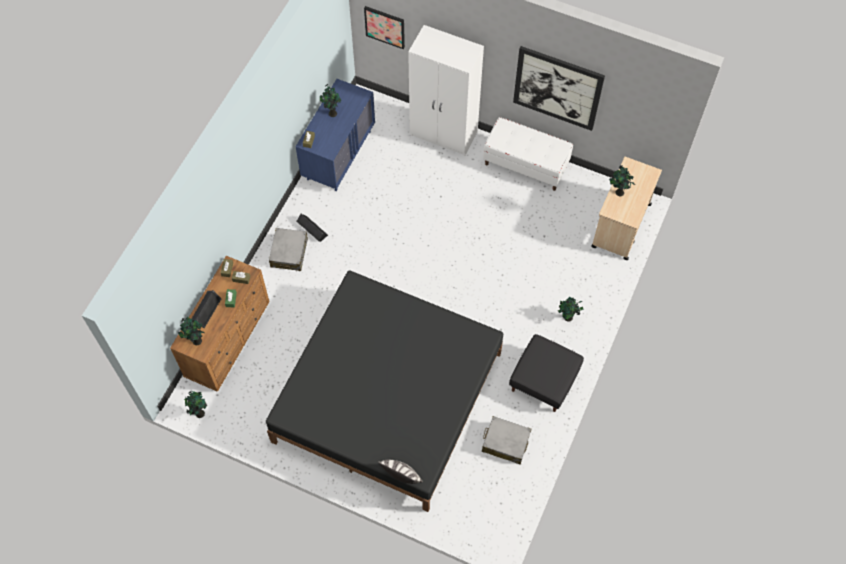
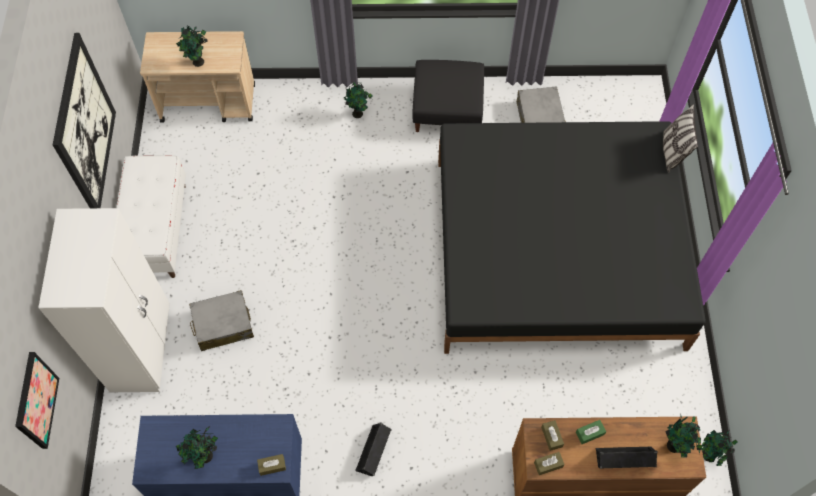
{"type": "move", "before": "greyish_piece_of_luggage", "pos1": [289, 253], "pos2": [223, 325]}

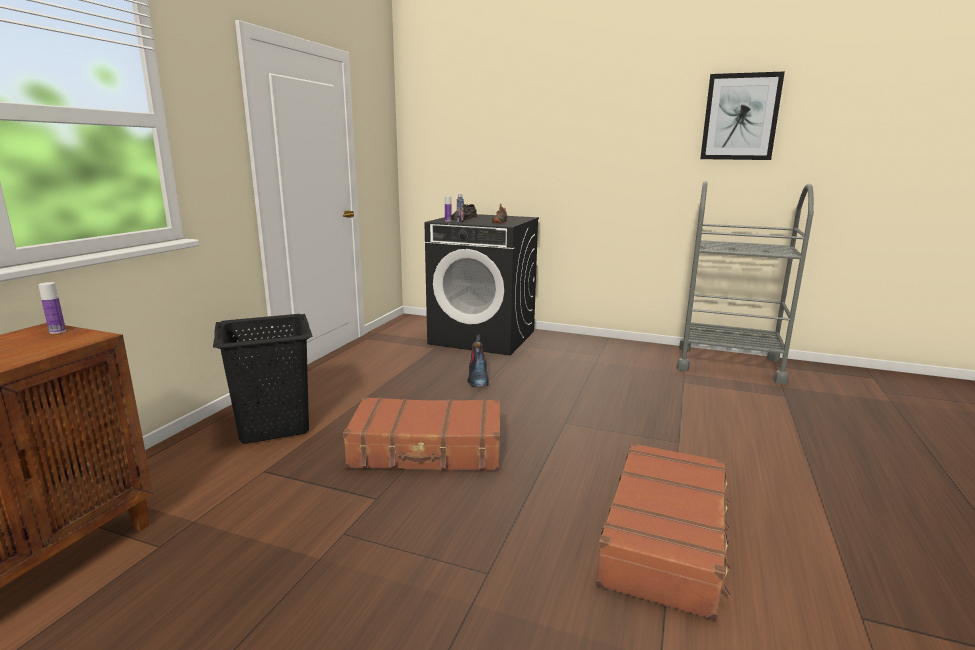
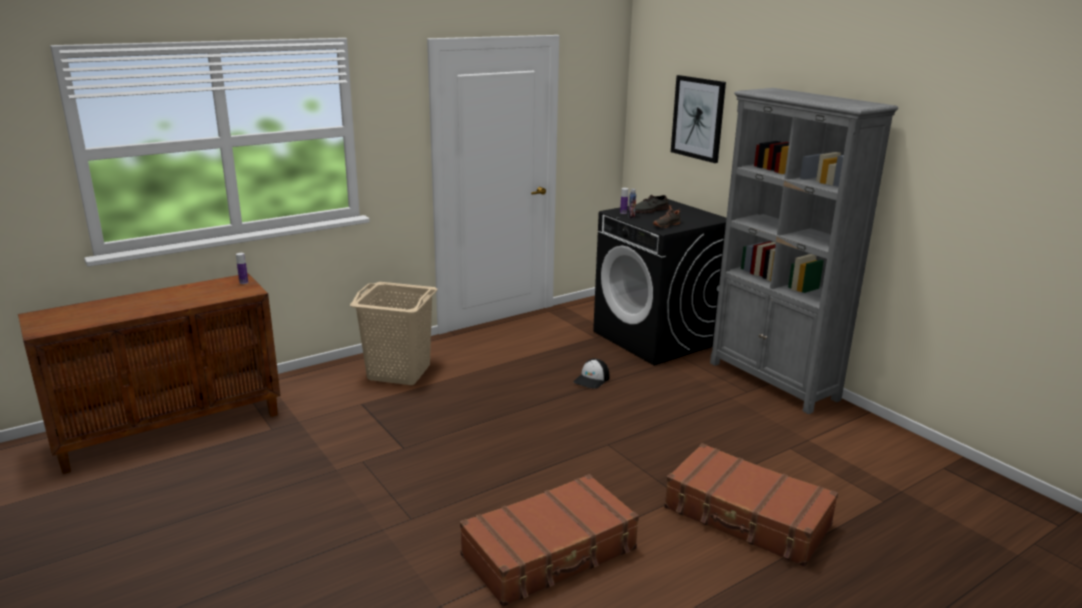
{"type": "delete", "before": "greyish_wheeled_cart", "pos1": [728, 364]}
{"type": "insert", "after": "greyish_bookshelf", "pos2": [773, 381]}
{"type": "move", "before": "brown-coloured_piece_of_luggage", "pos1": [427, 450], "pos2": [746, 517]}
{"type": "move", "before": "wall_art", "pos1": [740, 117], "pos2": [698, 118]}
{"type": "replace", "before": "high-top_boot", "after": "peaked_cap", "pos1": [477, 378], "pos2": [592, 379]}
{"type": "recolor", "before": "black-coloured_washing_basket", "after": "beige-coloured_washing_basket", "pos1": [273, 426], "pos2": [398, 372]}

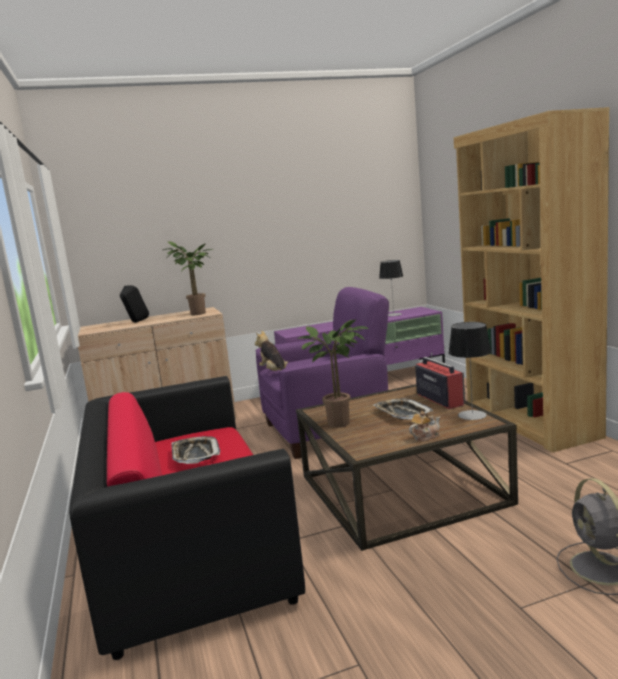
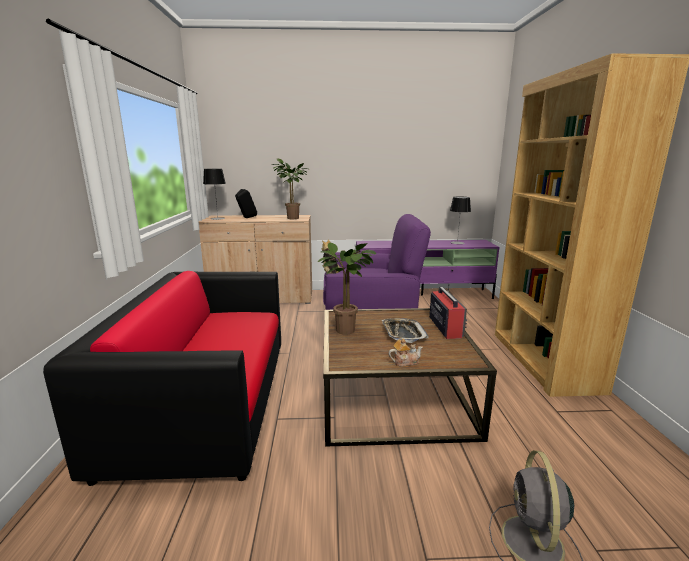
{"type": "delete", "before": "tray", "pos1": [195, 454]}
{"type": "move", "before": "table_lamp", "pos1": [472, 415], "pos2": [217, 218]}

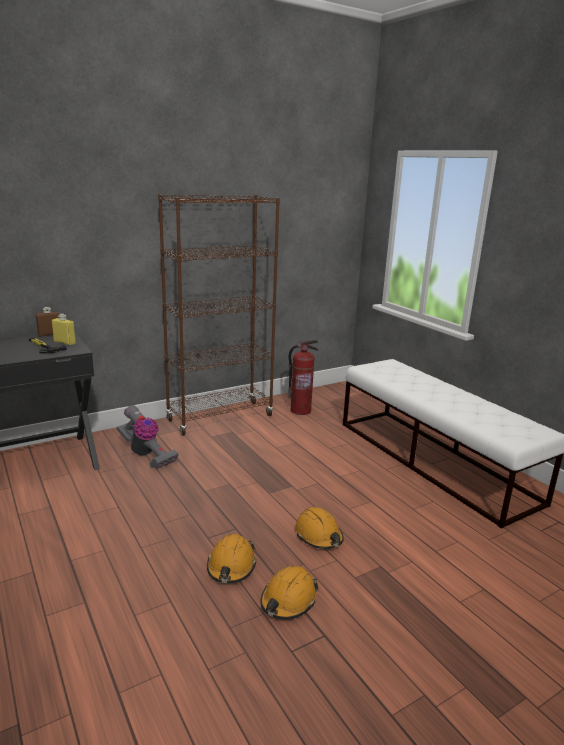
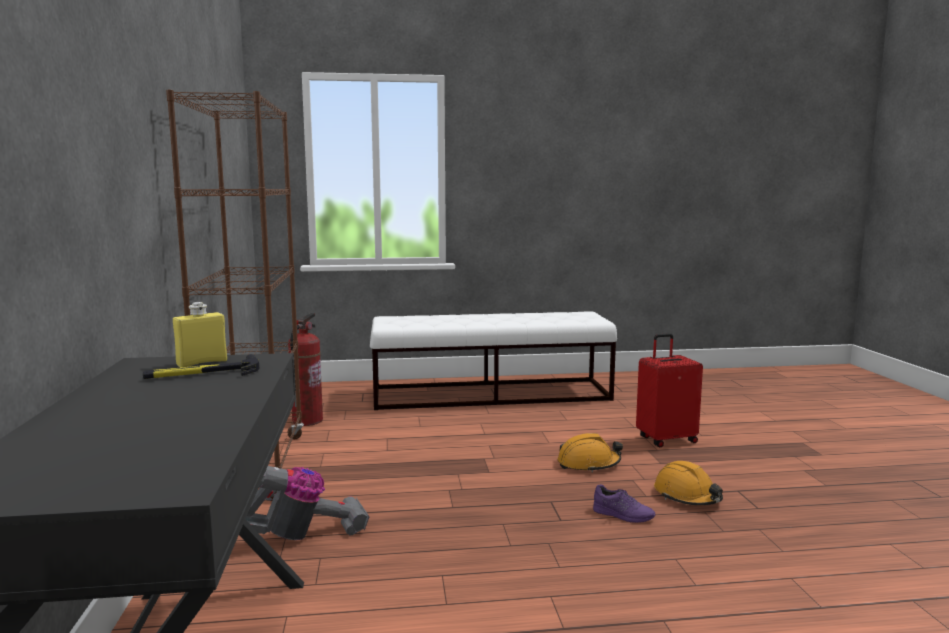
{"type": "delete", "before": "brown-coloured_drink_bottle", "pos1": [49, 334]}
{"type": "insert", "after": "red_piece_of_luggage", "pos2": [666, 439]}
{"type": "replace", "before": "orange_safety_helmet", "after": "purplish_low_shoe", "pos1": [231, 566], "pos2": [623, 515]}

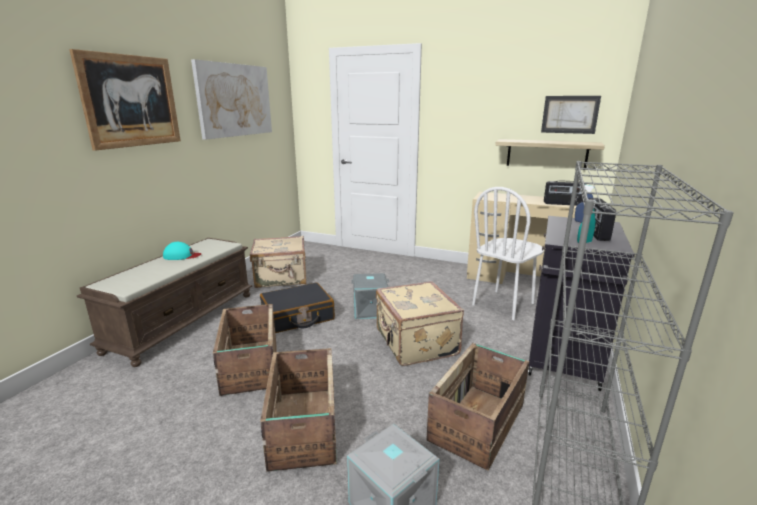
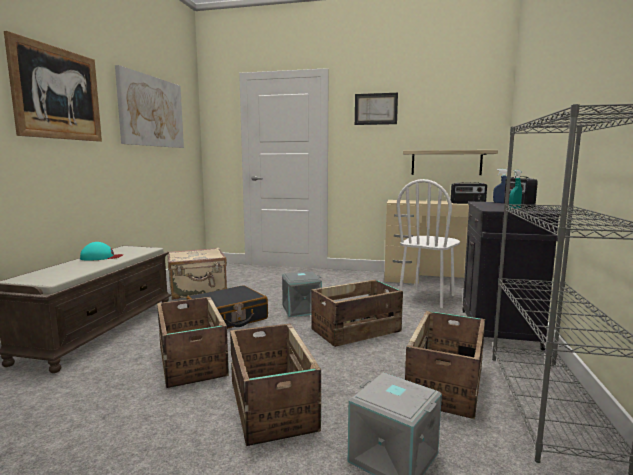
{"type": "move", "before": "wall_art", "pos1": [570, 114], "pos2": [376, 109]}
{"type": "replace", "before": "beige-coloured_piece_of_luggage", "after": "crate", "pos1": [415, 343], "pos2": [357, 330]}

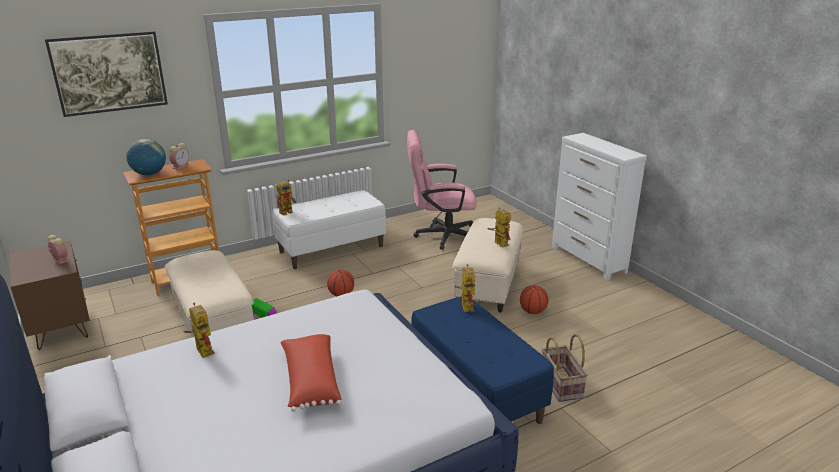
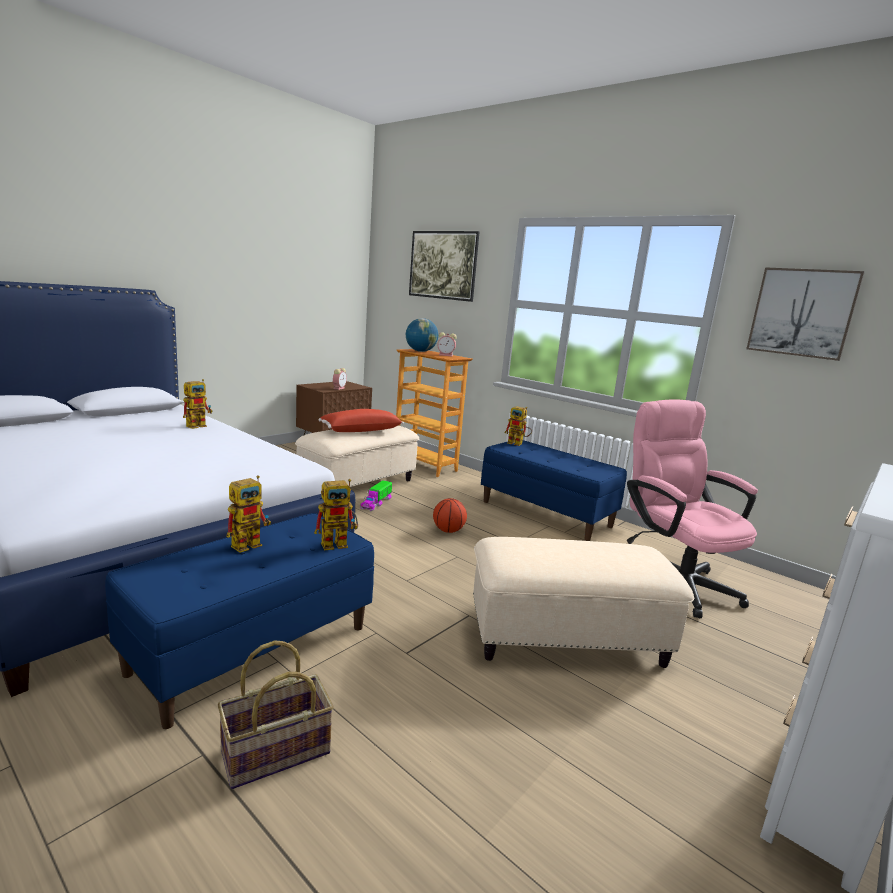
{"type": "delete", "before": "basketball_ball", "pos1": [532, 311]}
{"type": "insert", "after": "wall_art", "pos2": [802, 313]}
{"type": "move", "before": "red_throw_pillow", "pos1": [310, 381], "pos2": [360, 430]}
{"type": "move", "before": "model_robot", "pos1": [498, 243], "pos2": [250, 543]}
{"type": "recolor", "before": "whitish_bench", "after": "blue_bench", "pos1": [332, 249], "pos2": [546, 514]}

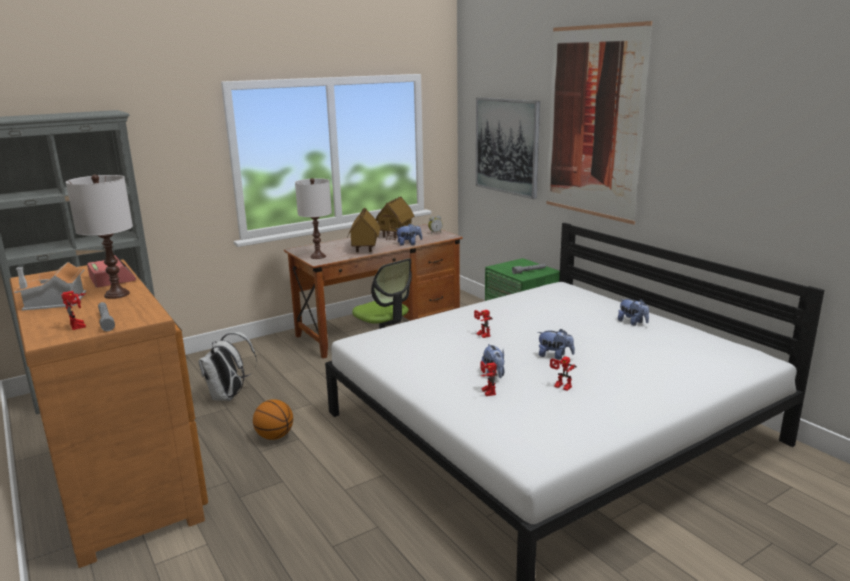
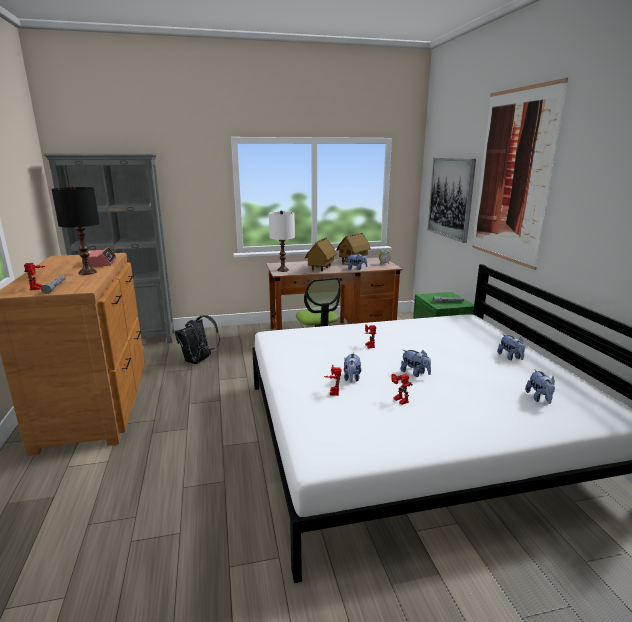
{"type": "delete", "before": "toy_house", "pos1": [56, 301]}
{"type": "delete", "before": "basketball_ball", "pos1": [275, 436]}
{"type": "insert", "after": "soft_toy", "pos2": [539, 398]}
{"type": "recolor", "before": "whitish_table_lamp", "after": "black-coloured_table_lamp", "pos1": [116, 294], "pos2": [87, 272]}
{"type": "recolor", "before": "whitish_knapsack", "after": "black-coloured_knapsack", "pos1": [229, 396], "pos2": [198, 361]}

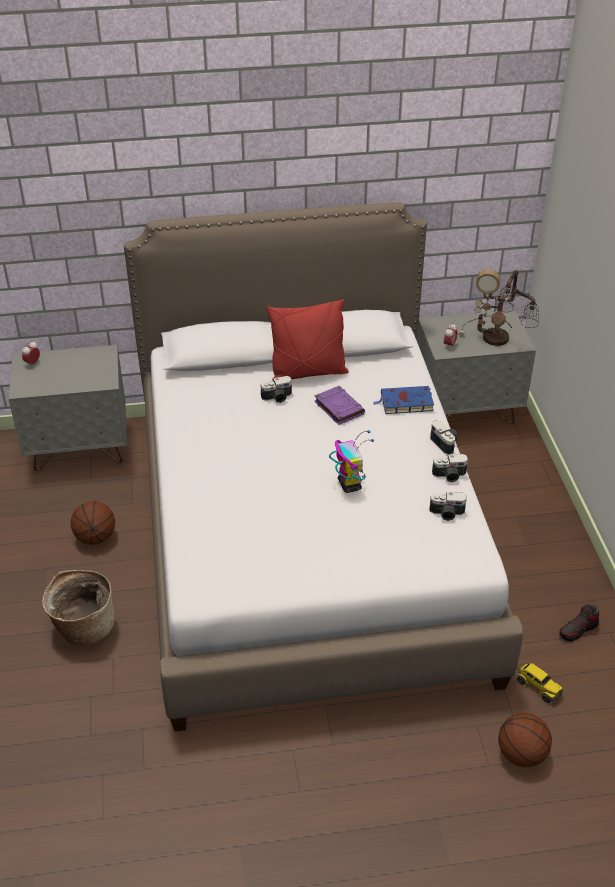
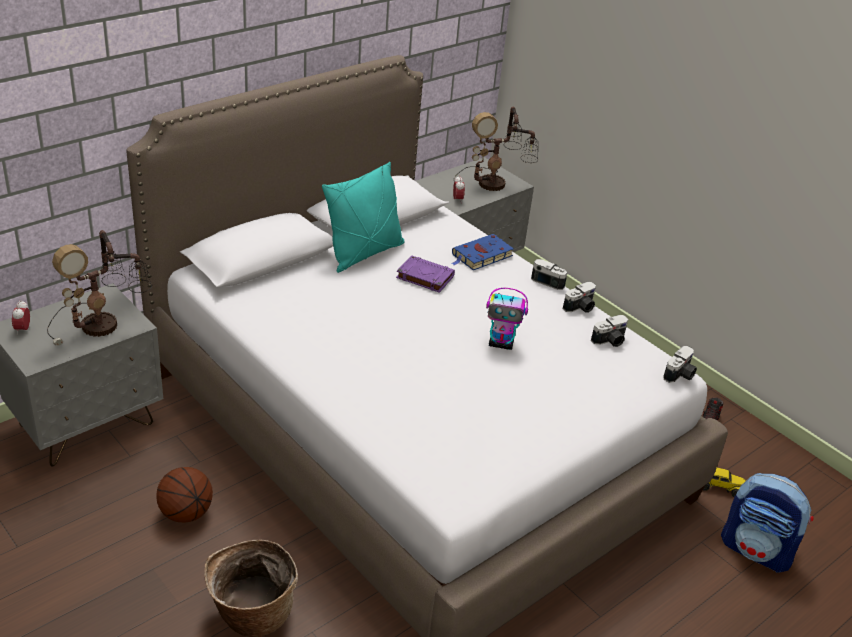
{"type": "insert", "after": "table_lamp", "pos2": [102, 326]}
{"type": "move", "before": "photo_camera", "pos1": [277, 398], "pos2": [680, 375]}
{"type": "replace", "before": "basketball_ball", "after": "knapsack", "pos1": [522, 754], "pos2": [756, 550]}
{"type": "recolor", "before": "red_throw_pillow", "after": "turquoise_throw_pillow", "pos1": [308, 373], "pos2": [364, 253]}
{"type": "rotate", "before": "model_robot", "pos1": [349, 484], "pos2": [501, 343], "turn": 150}

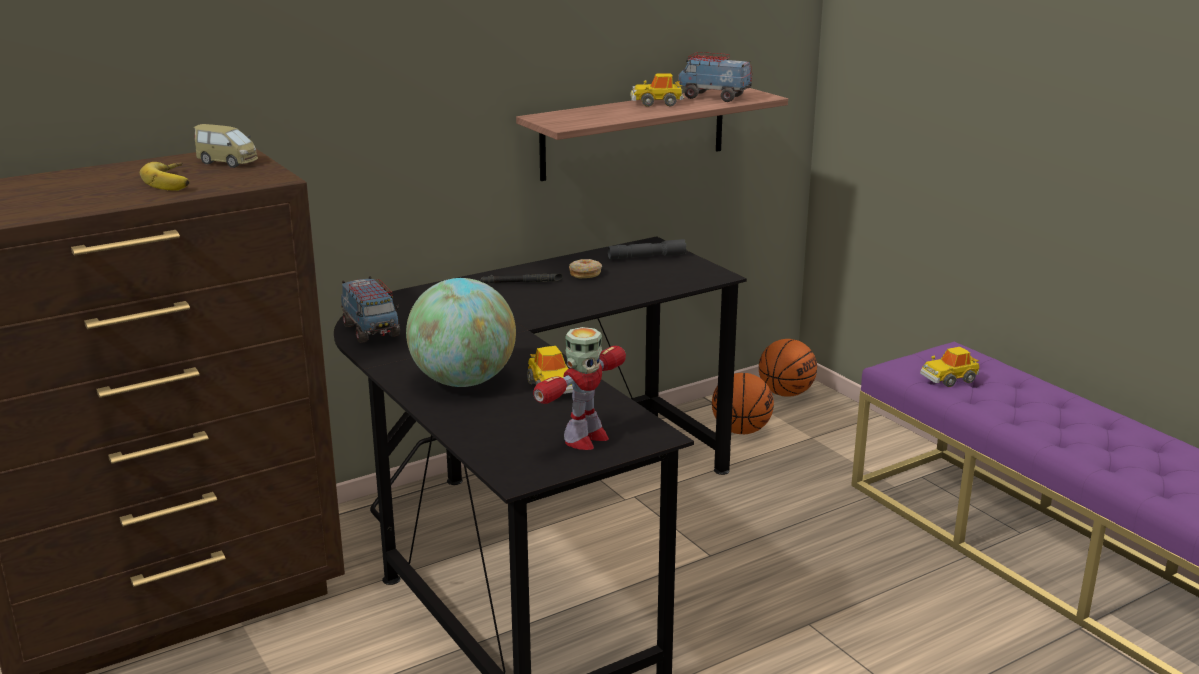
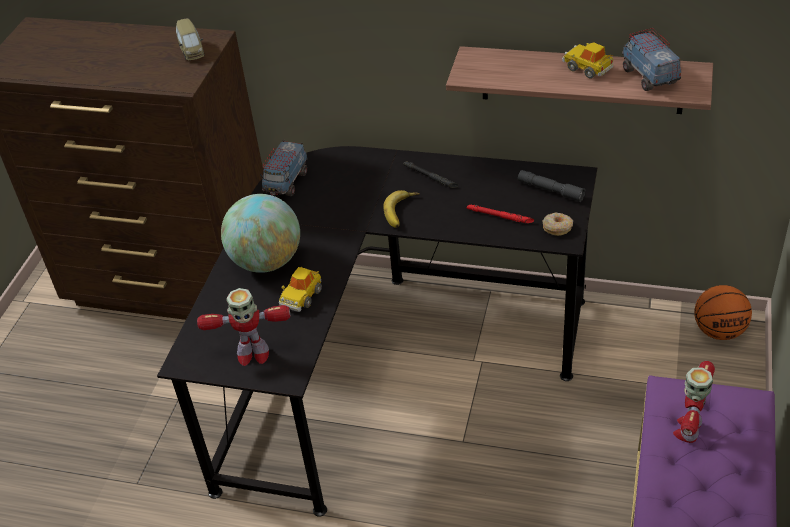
{"type": "delete", "before": "basketball_ball", "pos1": [741, 430]}
{"type": "insert", "after": "red_torch", "pos2": [500, 216]}
{"type": "move", "before": "whole_banana", "pos1": [175, 181], "pos2": [403, 212]}
{"type": "move", "before": "donut", "pos1": [585, 274], "pos2": [557, 227]}
{"type": "replace", "before": "miniature_car", "after": "model_robot", "pos1": [949, 379], "pos2": [689, 429]}

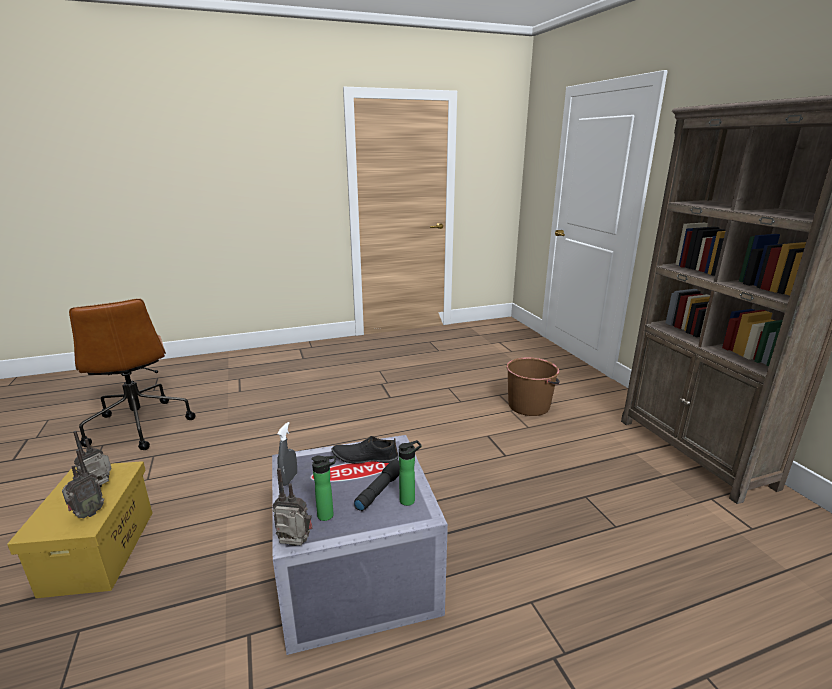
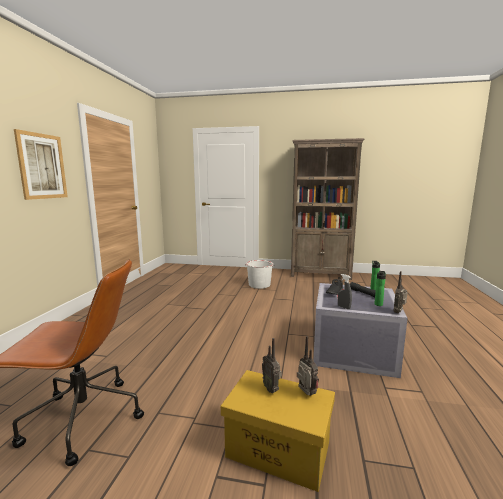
{"type": "insert", "after": "wall_art", "pos2": [42, 166]}
{"type": "recolor", "before": "brown-coloured_bucket", "after": "whitish_bucket", "pos1": [529, 406], "pos2": [259, 285]}

